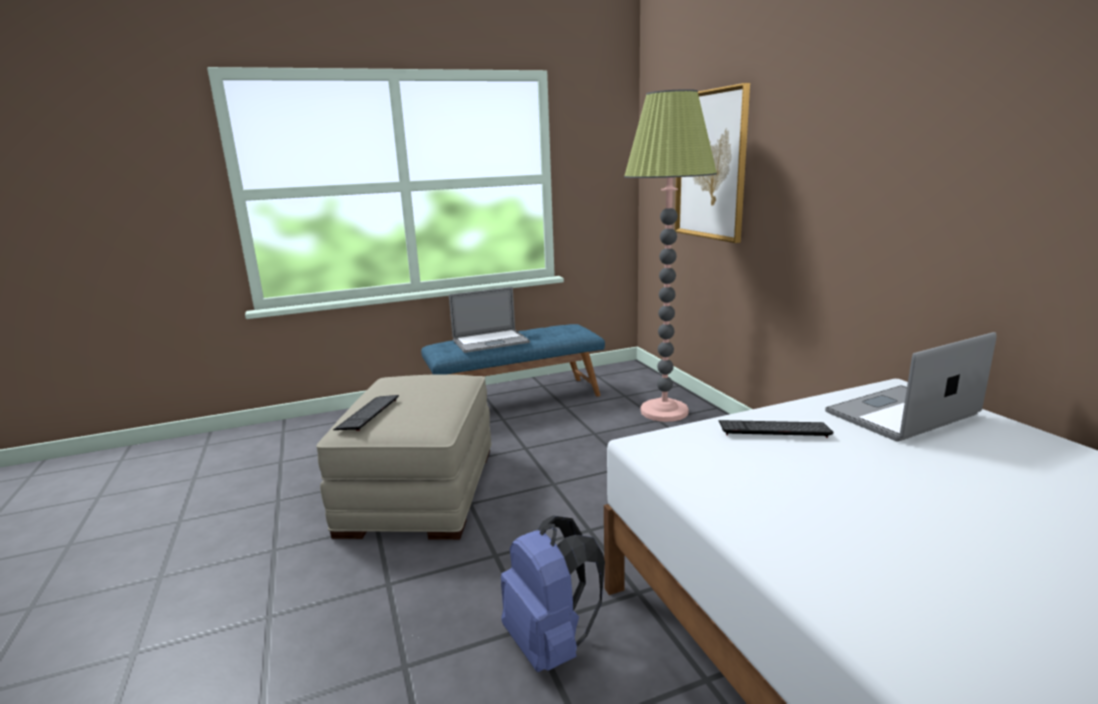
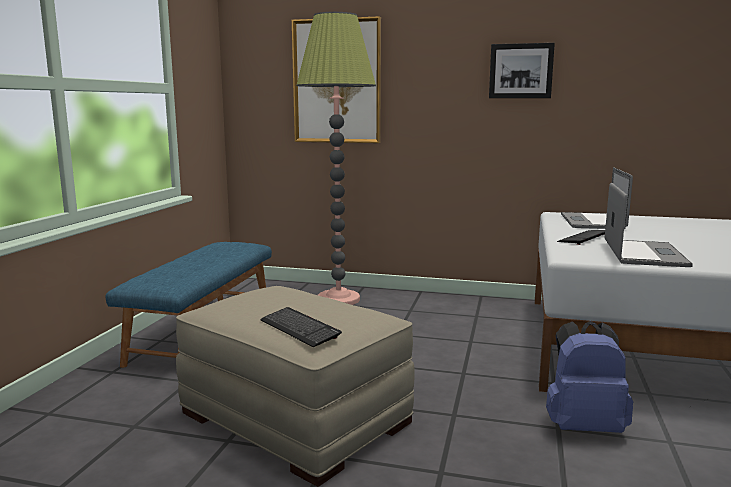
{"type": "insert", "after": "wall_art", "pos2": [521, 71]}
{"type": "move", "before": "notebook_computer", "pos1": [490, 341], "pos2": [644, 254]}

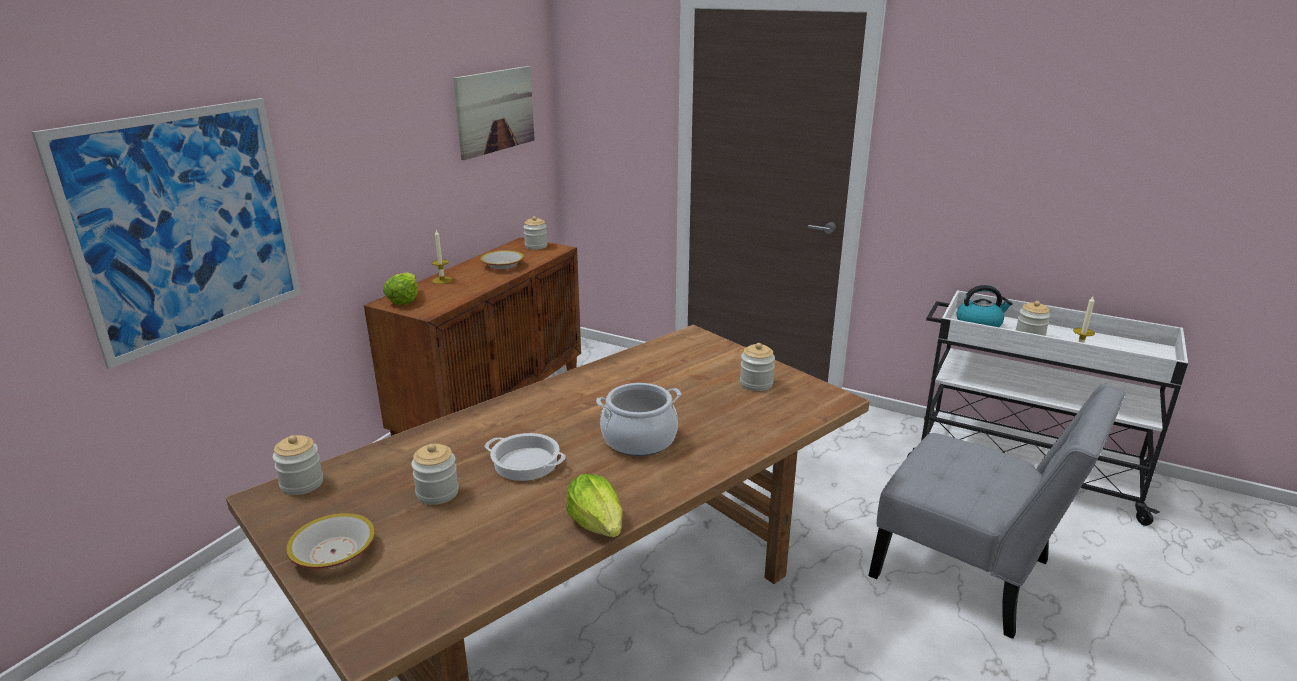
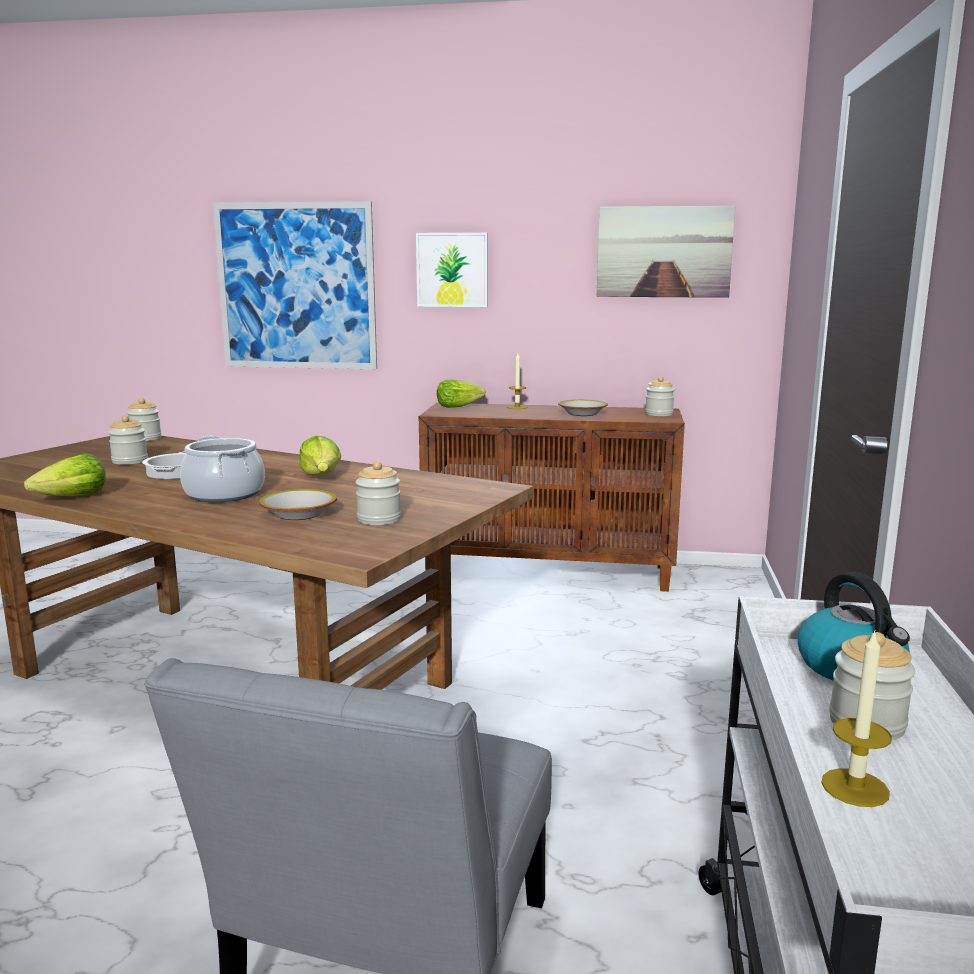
{"type": "insert", "after": "lettuce", "pos2": [322, 476]}
{"type": "insert", "after": "wall_art", "pos2": [452, 270]}
{"type": "move", "before": "bowl", "pos1": [333, 552], "pos2": [299, 514]}

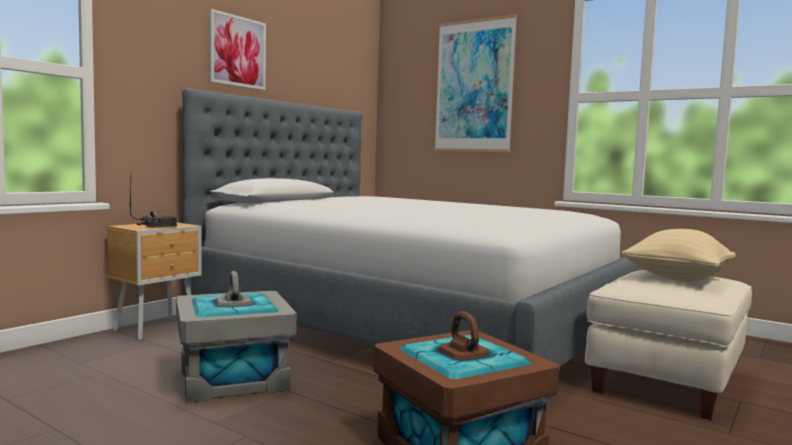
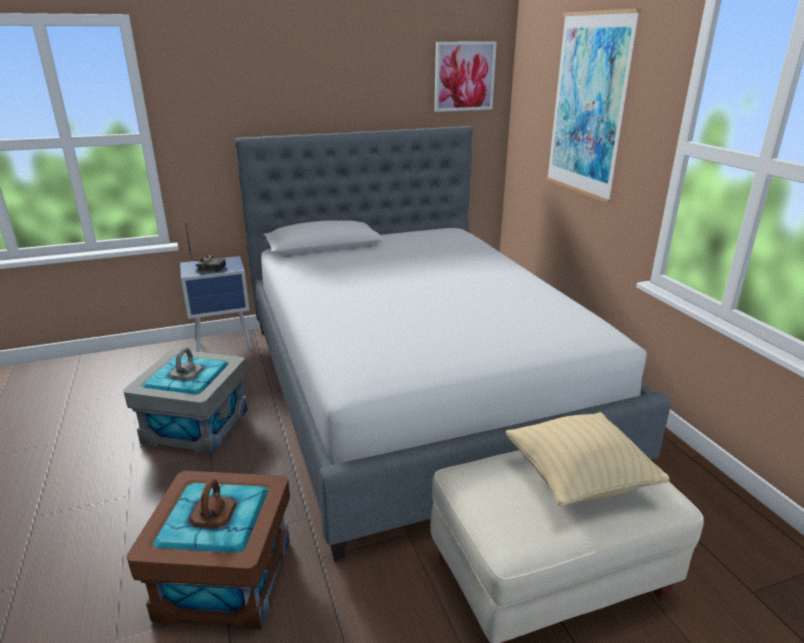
{"type": "move", "before": "wall_art", "pos1": [237, 51], "pos2": [464, 76]}
{"type": "recolor", "before": "brown-coloured_nightstand", "after": "blue_nightstand", "pos1": [158, 328], "pos2": [225, 345]}

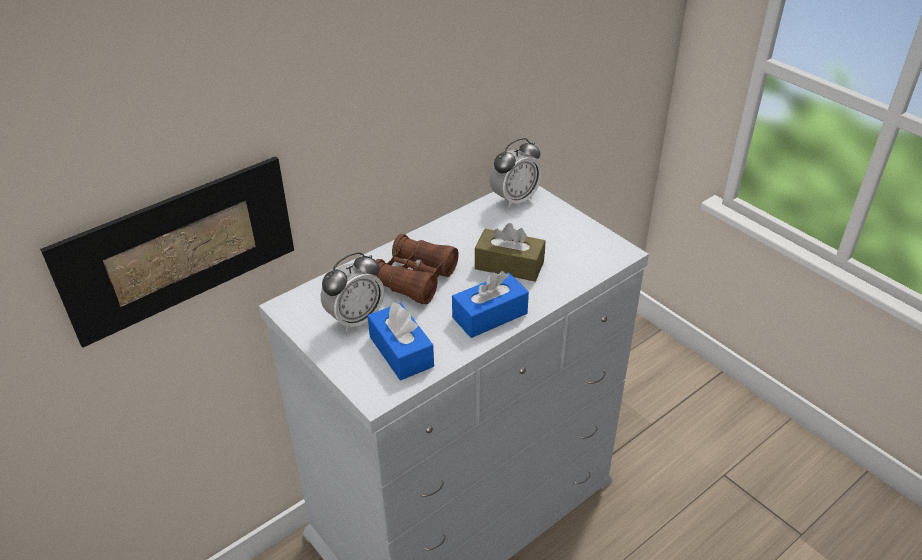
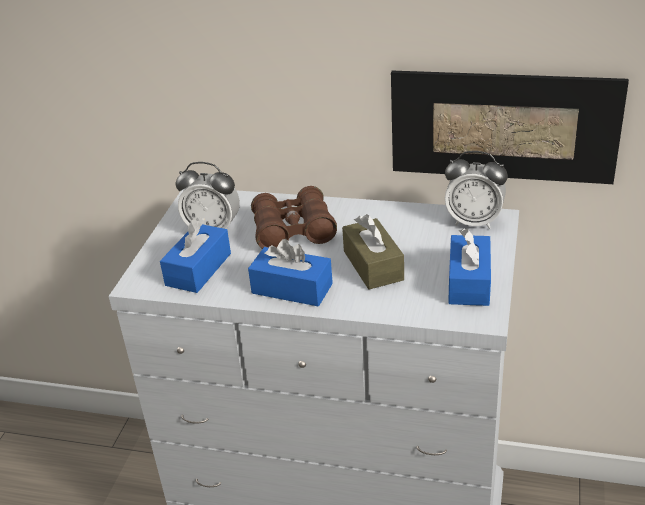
{"type": "insert", "after": "blue_box_of_tissues", "pos2": [469, 282]}
{"type": "move", "before": "wall_art", "pos1": [180, 248], "pos2": [503, 126]}

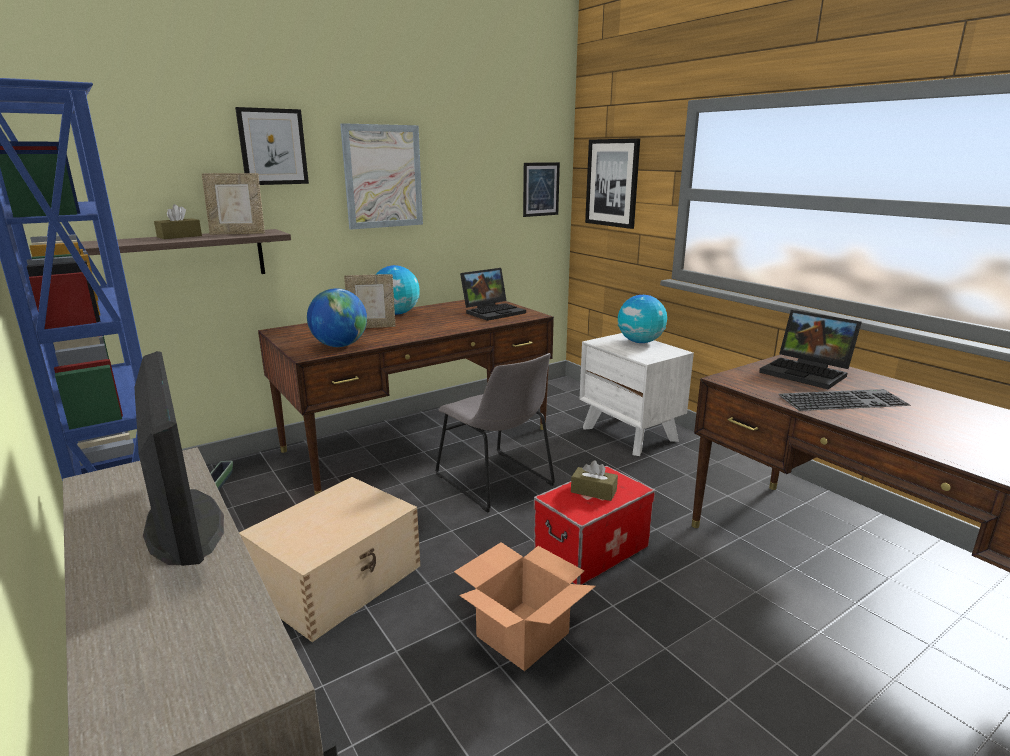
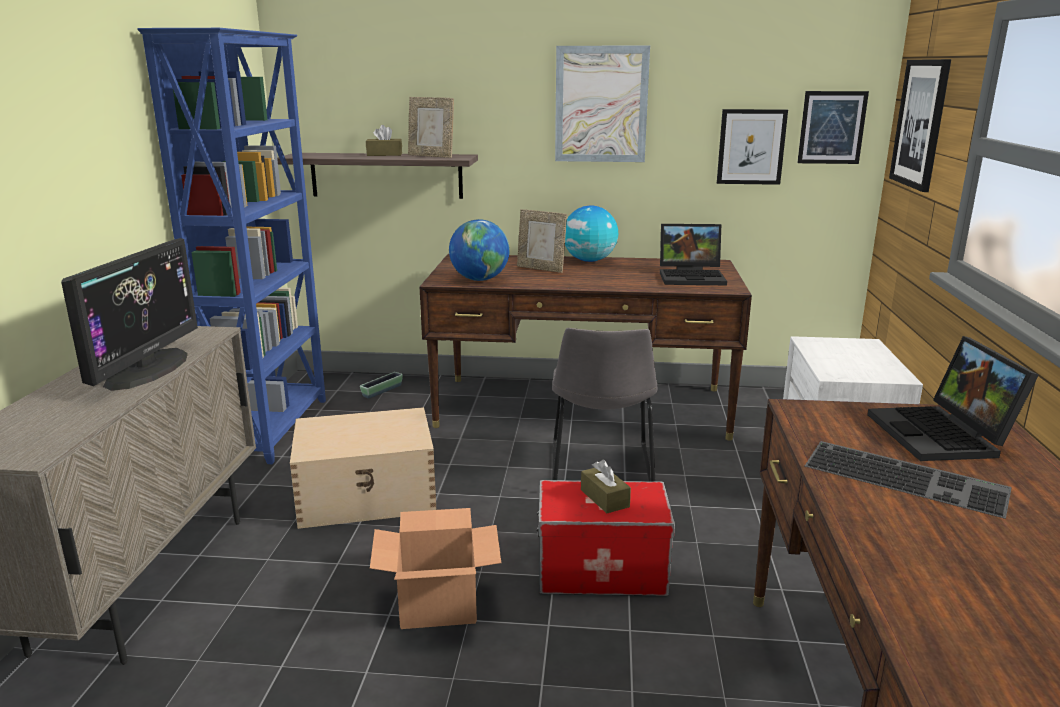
{"type": "delete", "before": "desk_globe", "pos1": [640, 342]}
{"type": "move", "before": "wall_art", "pos1": [273, 147], "pos2": [751, 147]}

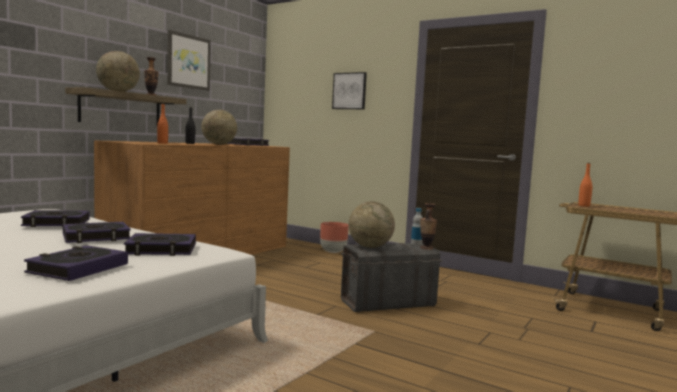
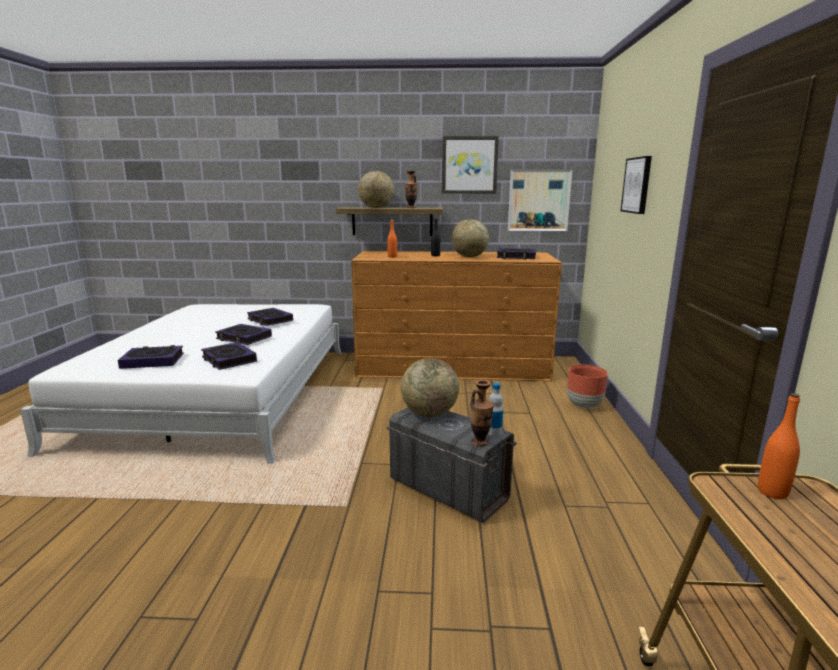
{"type": "insert", "after": "wall_art", "pos2": [538, 200]}

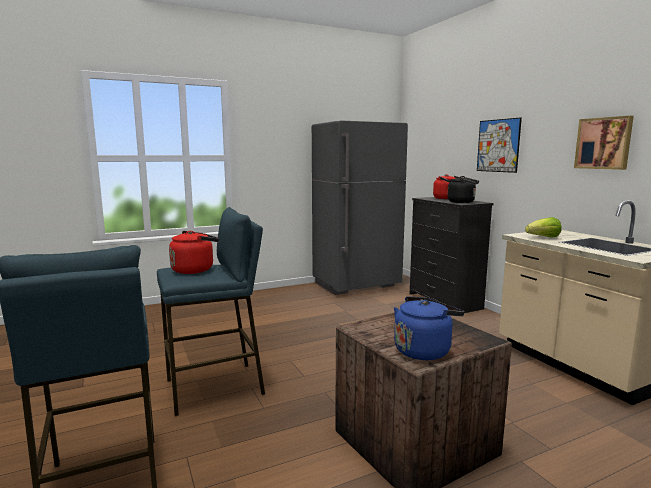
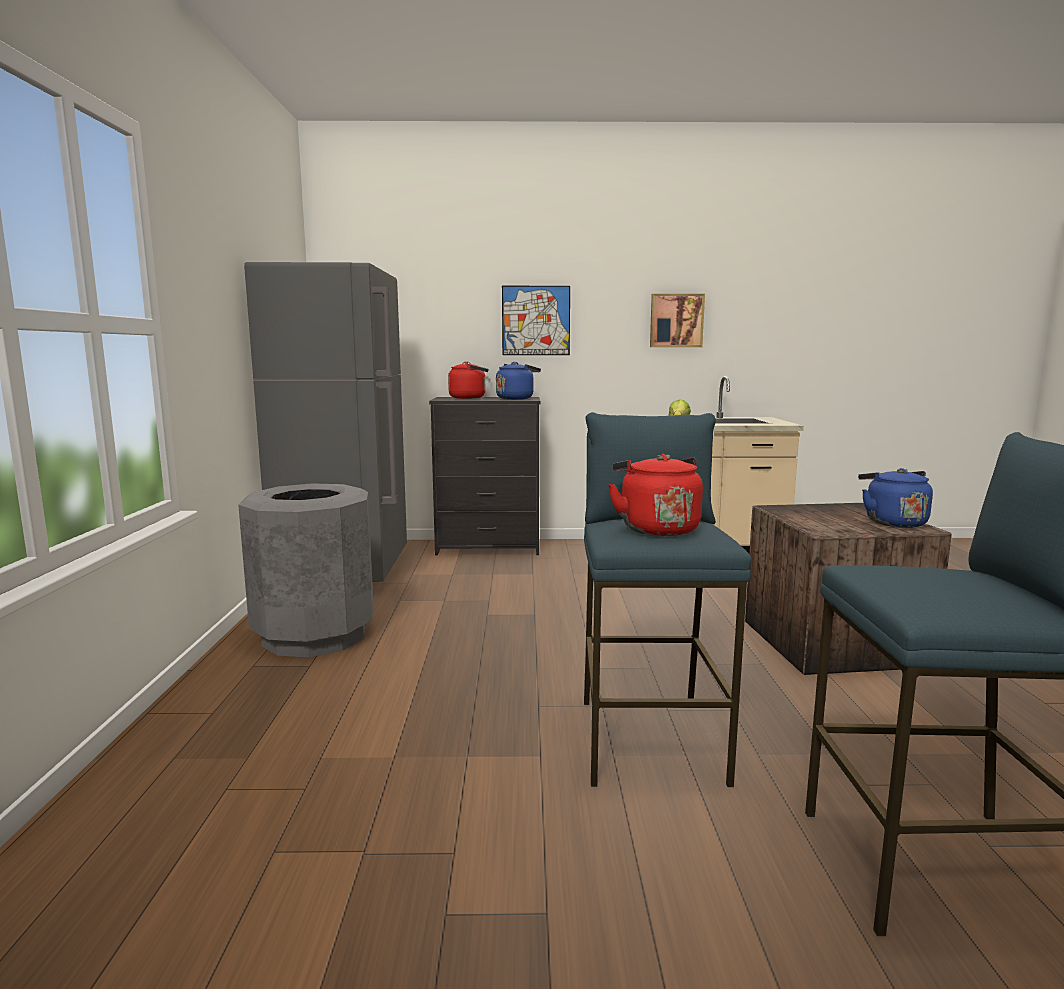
{"type": "insert", "after": "greyish_waste_bin", "pos2": [314, 635]}
{"type": "recolor", "before": "black-coloured_tea_kettle", "after": "blue_tea_kettle", "pos1": [463, 202], "pos2": [516, 398]}

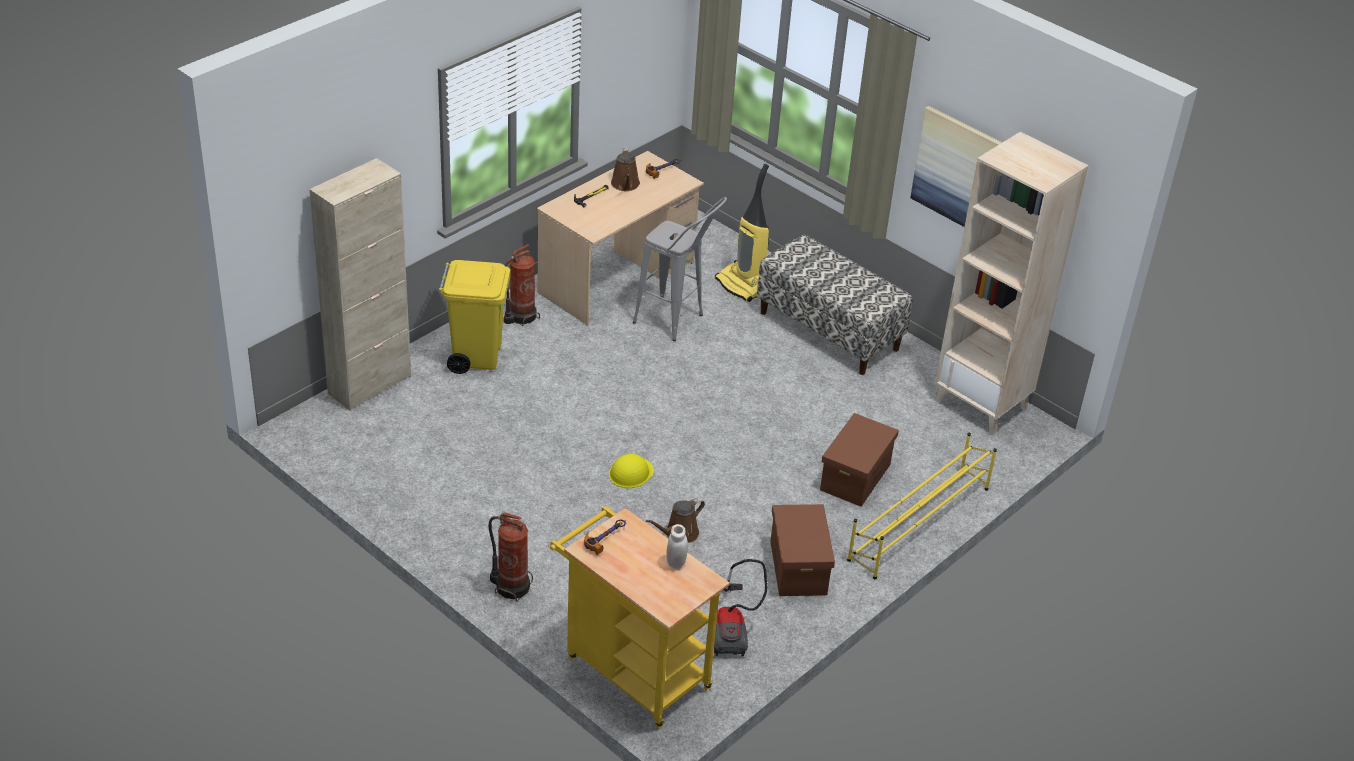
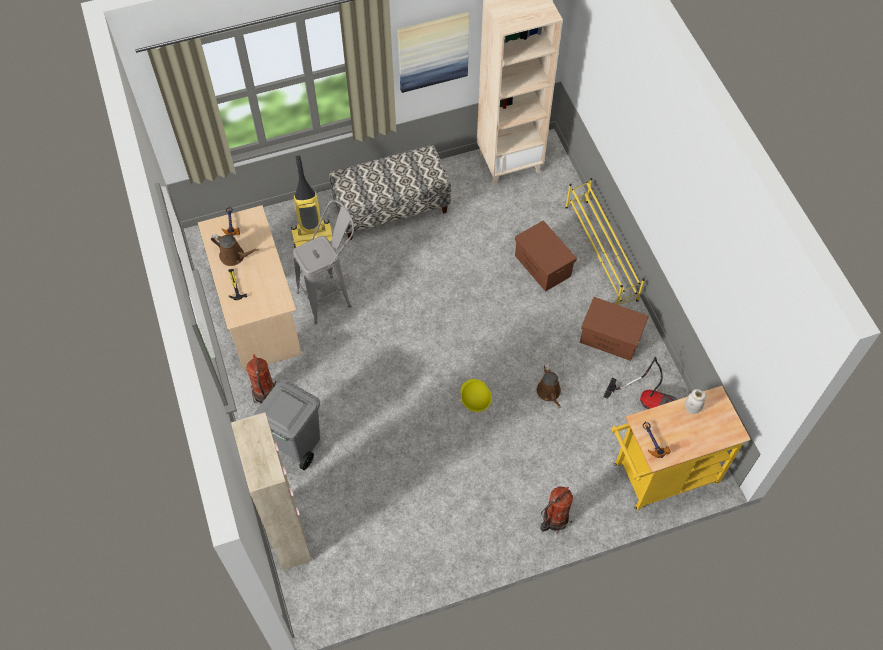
{"type": "recolor", "before": "yellow_waste_bin", "after": "greyish_waste_bin", "pos1": [476, 356], "pos2": [295, 444]}

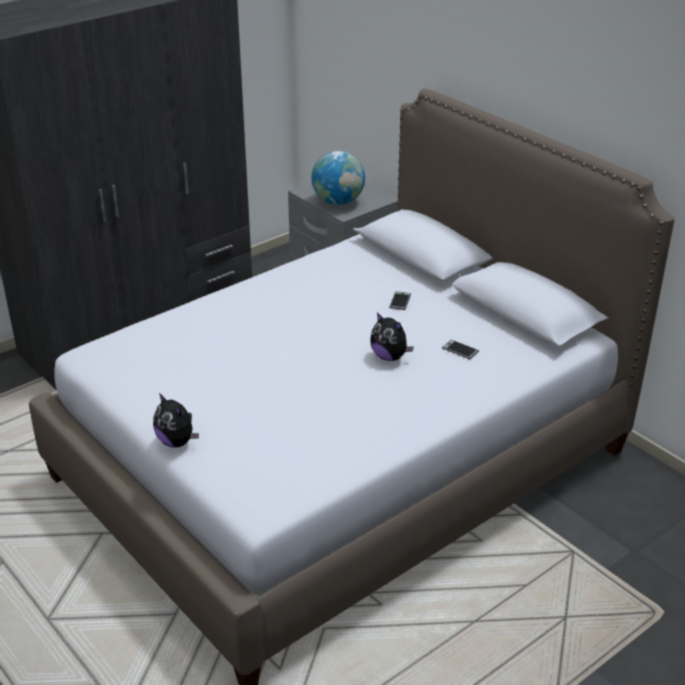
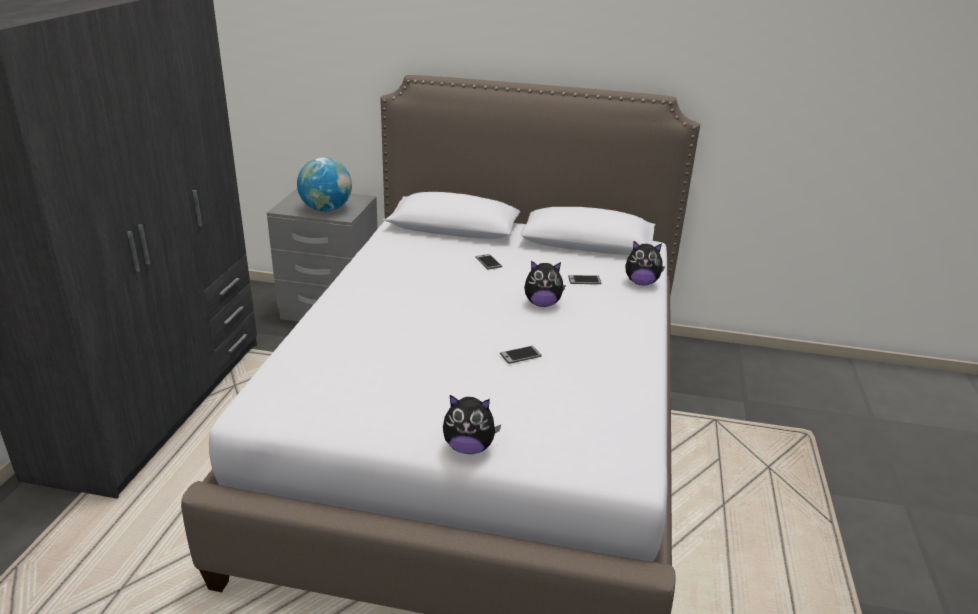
{"type": "insert", "after": "telephone", "pos2": [520, 355]}
{"type": "insert", "after": "soft_toy", "pos2": [641, 282]}

